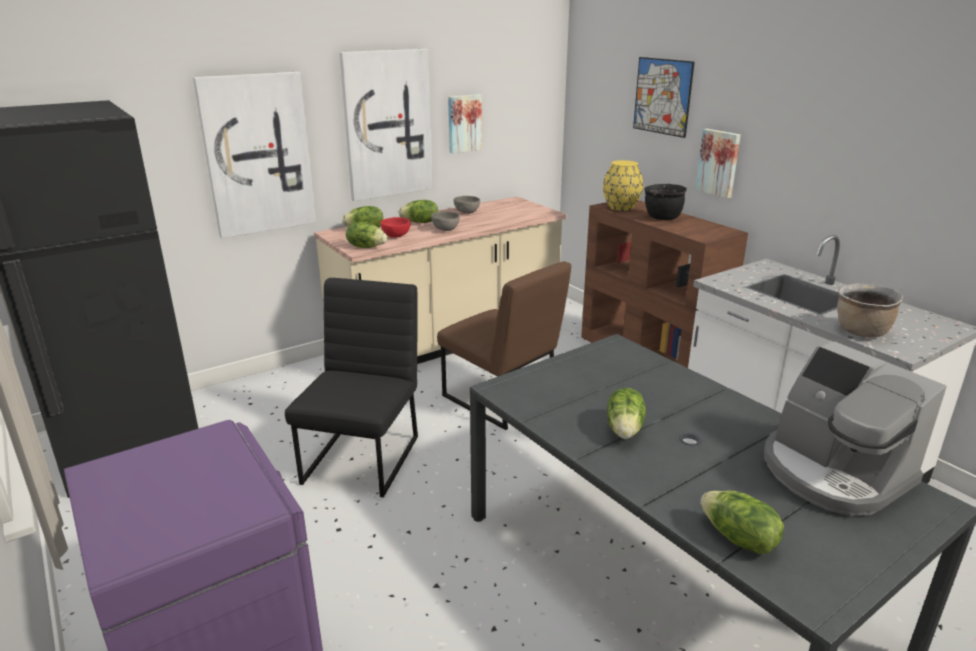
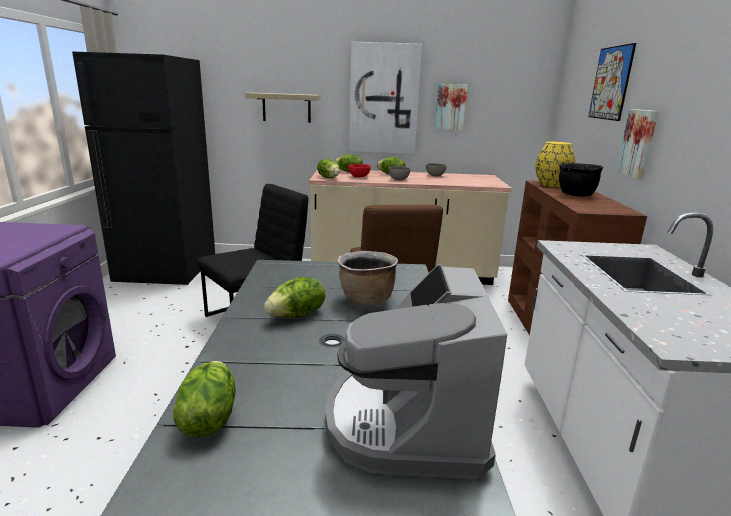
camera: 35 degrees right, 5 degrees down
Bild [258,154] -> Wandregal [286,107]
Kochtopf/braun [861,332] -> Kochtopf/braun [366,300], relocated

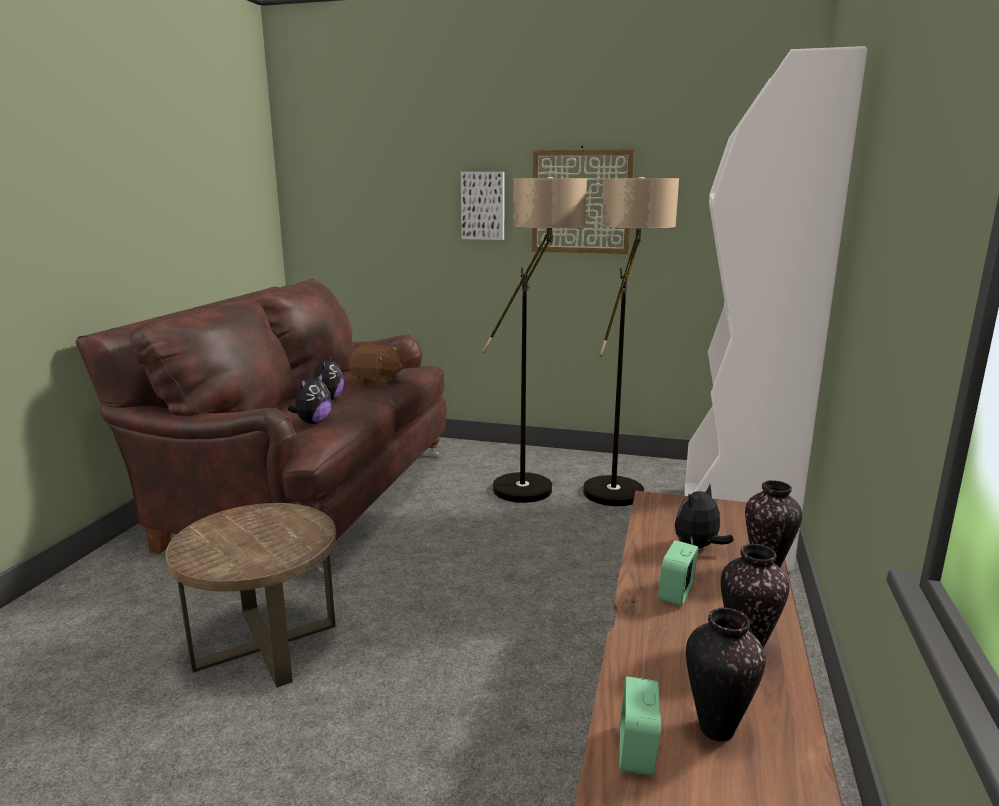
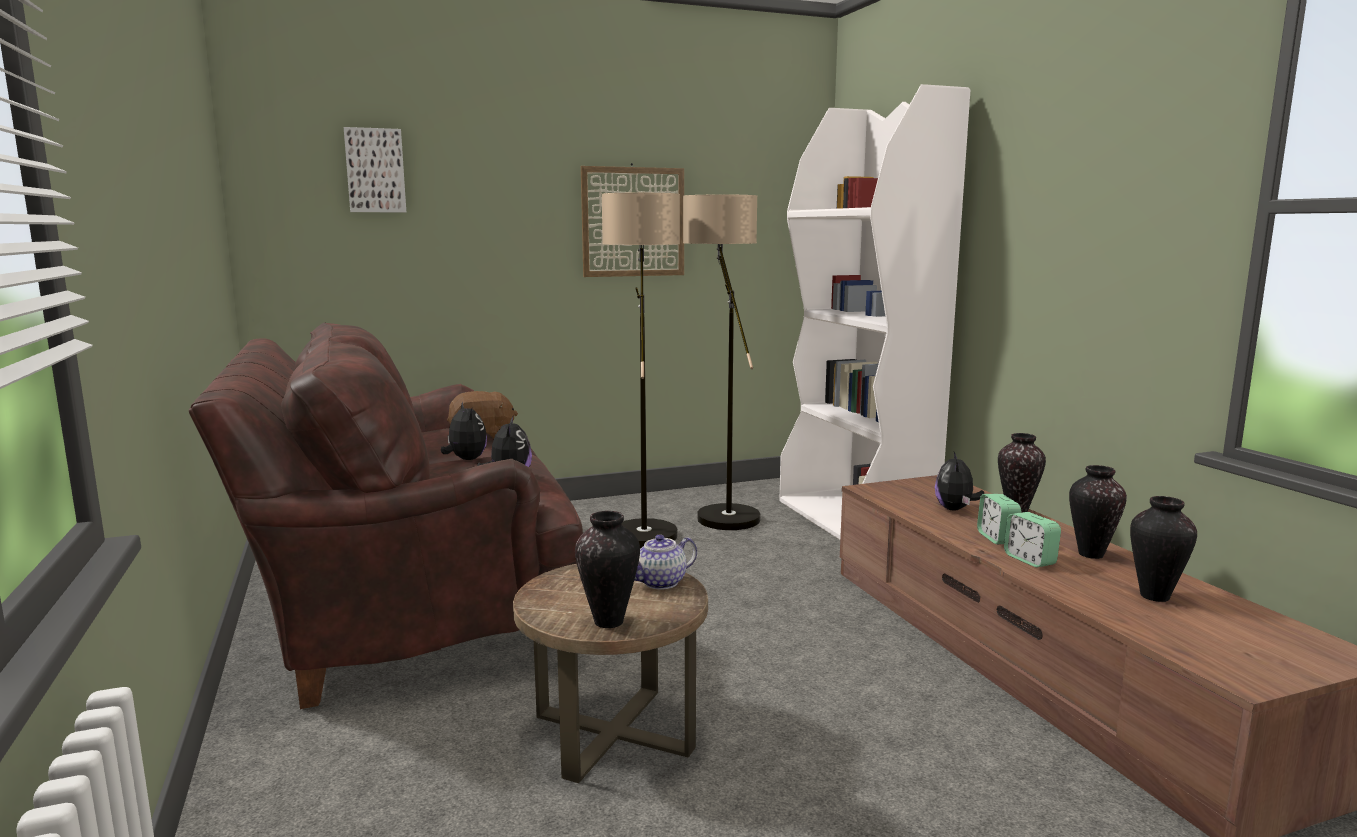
camera: 35 degrees left, 5 degrees down
Bild [483,205] -> Bild [375,171], relocated
Wecker [637,751] -> Wecker [1030,560], relocated
none -> Vase [608,622]
none -> Teekanne [660,583]

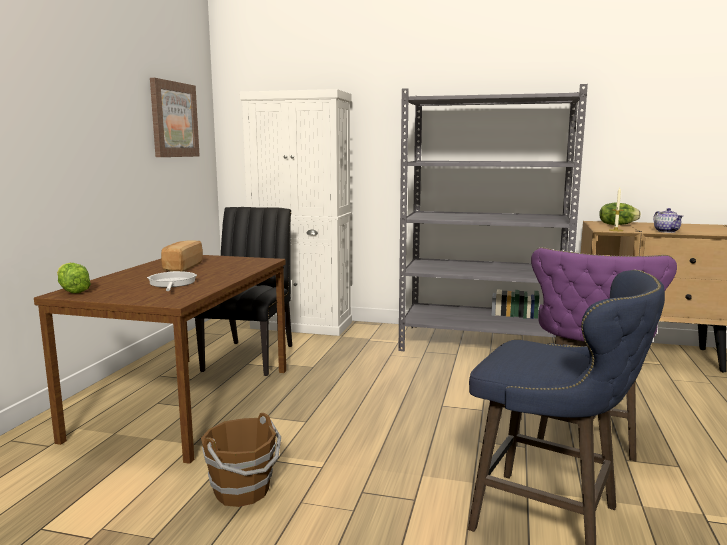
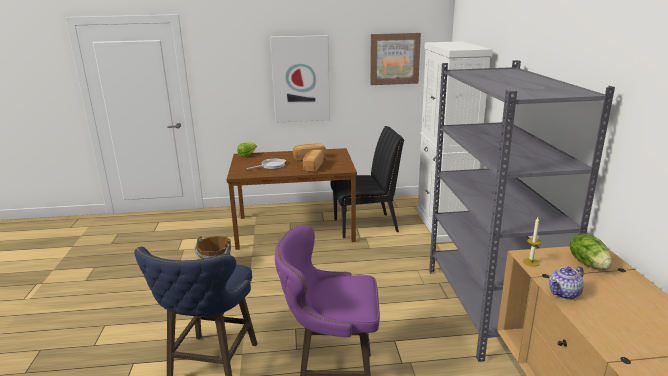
camera: 70 degrees right, 10 degrees up
none -> Bild [301,79]
none -> Brot [312,167]

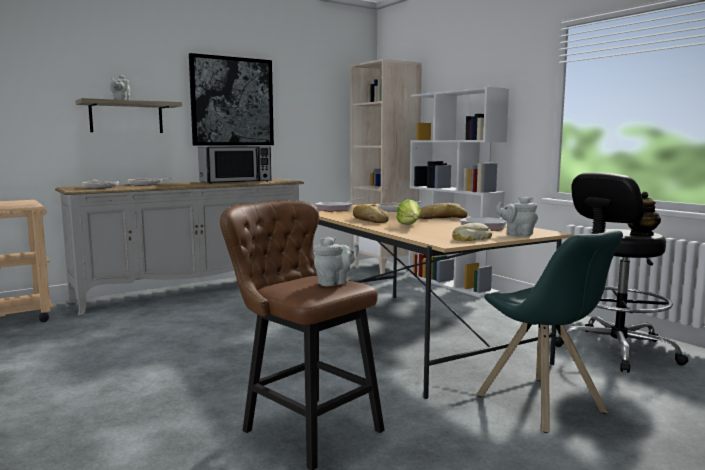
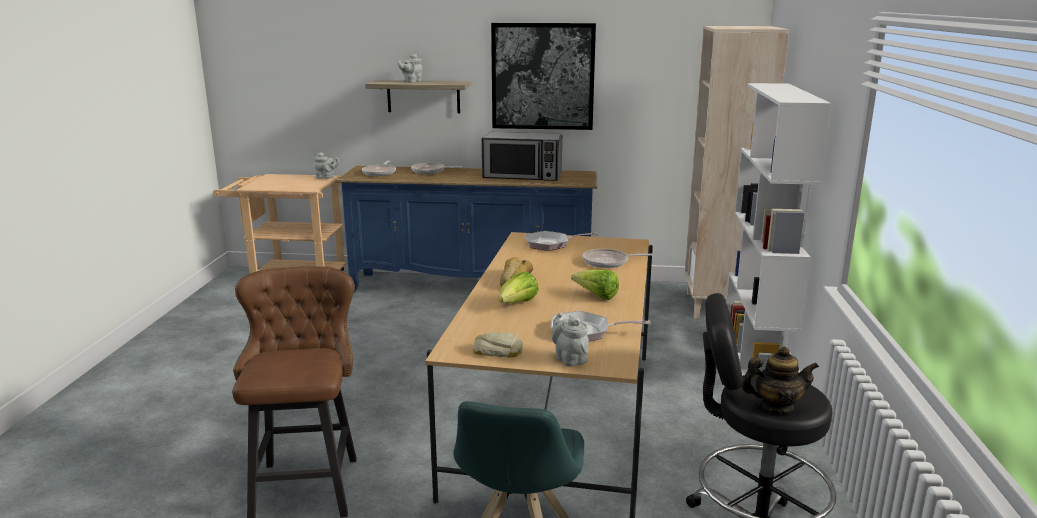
camera: 40 degrees right, 10 degrees up
Schrank/grau [193,291] -> Schrank/blau [471,287]
Brot [441,218] -> Salatkopf [596,296]
Teekanne/grau [335,283] -> Teekanne/grau [326,177], relocated

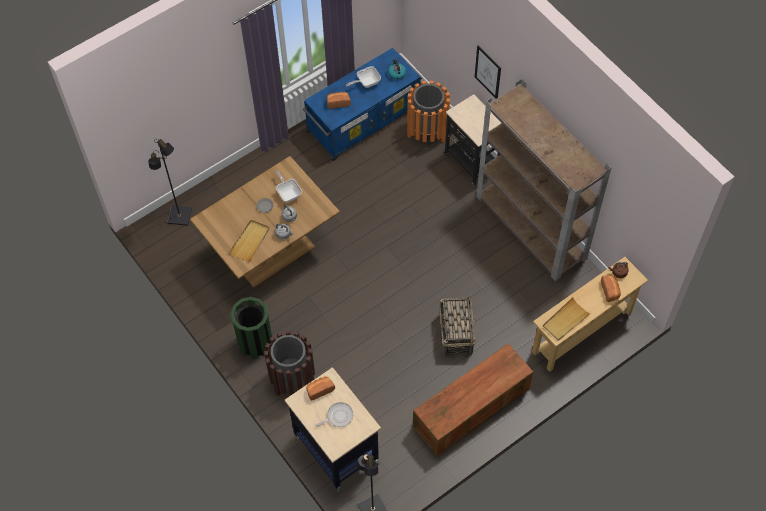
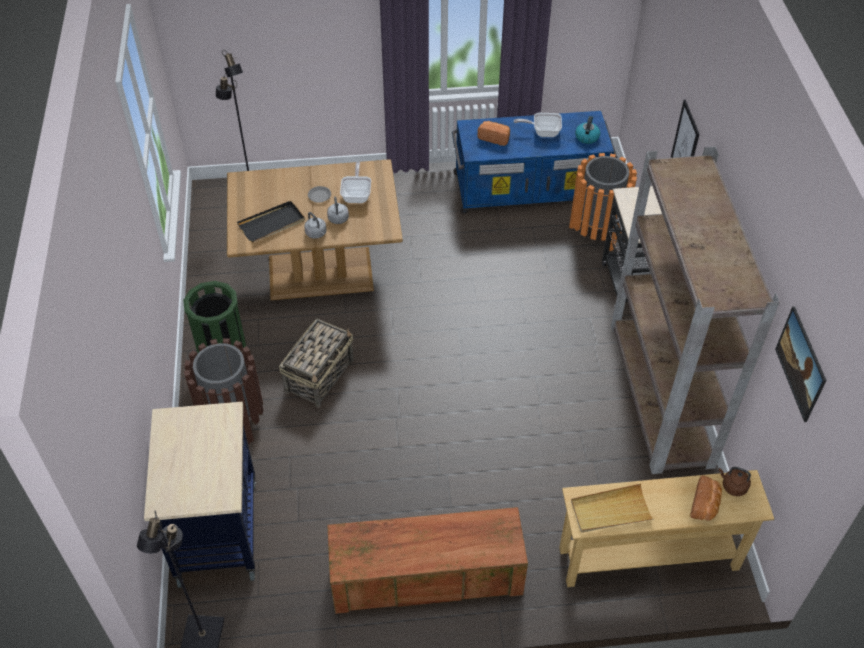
camera: 30 degrees right, 10 degrees down
Tablett/beige [250,241] -> Tablett/schwarz [272,224]
Korb [456,333] -> Korb [320,375], relocated
Brot [319,389] -> none
Pfanne [338,416] -> none
none -> Bild [796,374]

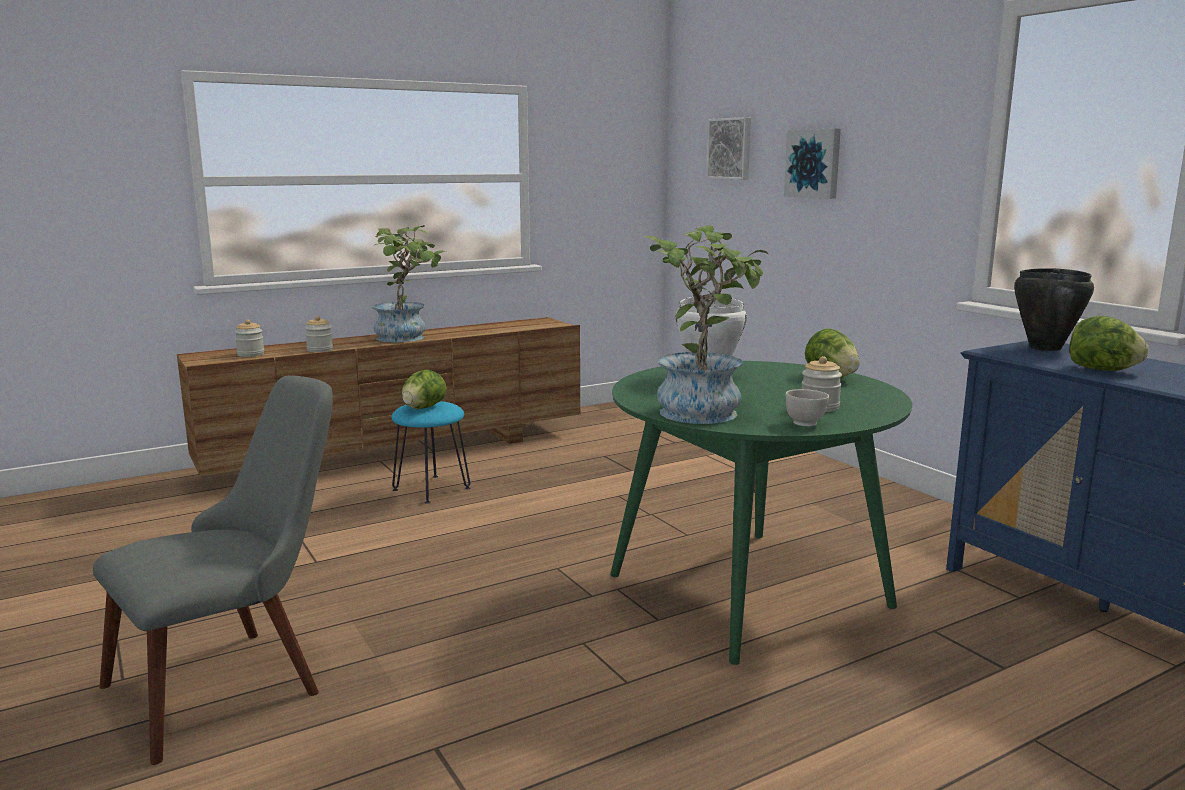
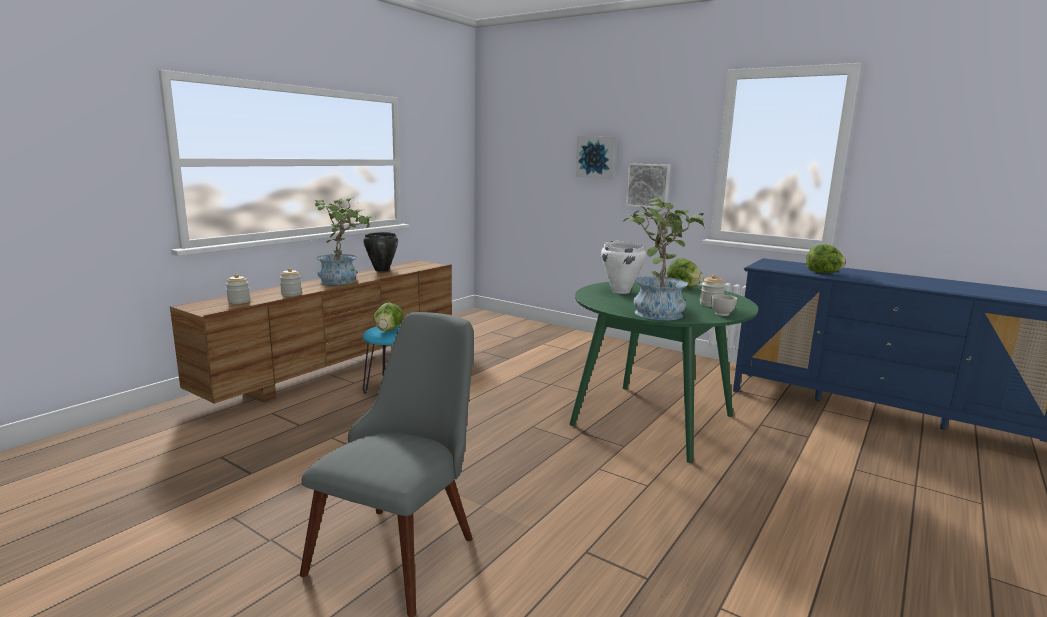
camera: 25 degrees left, 0 degrees up
Bild [730,148] -> Bild [648,185], relocated
Kochtopf/schwarz [1044,348] -> Kochtopf/schwarz [381,270], relocated

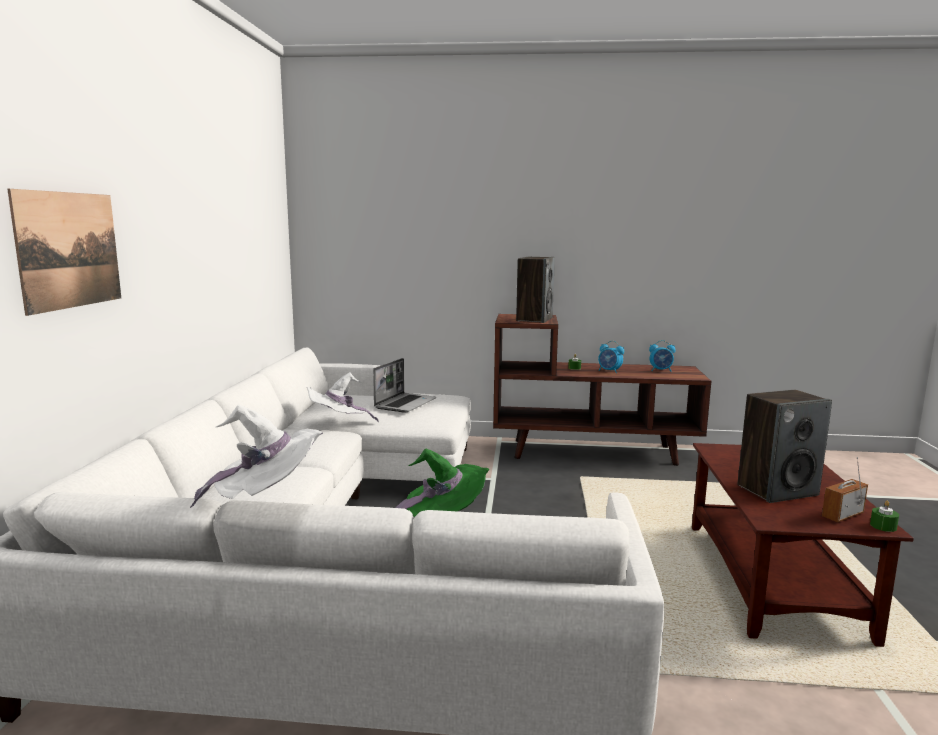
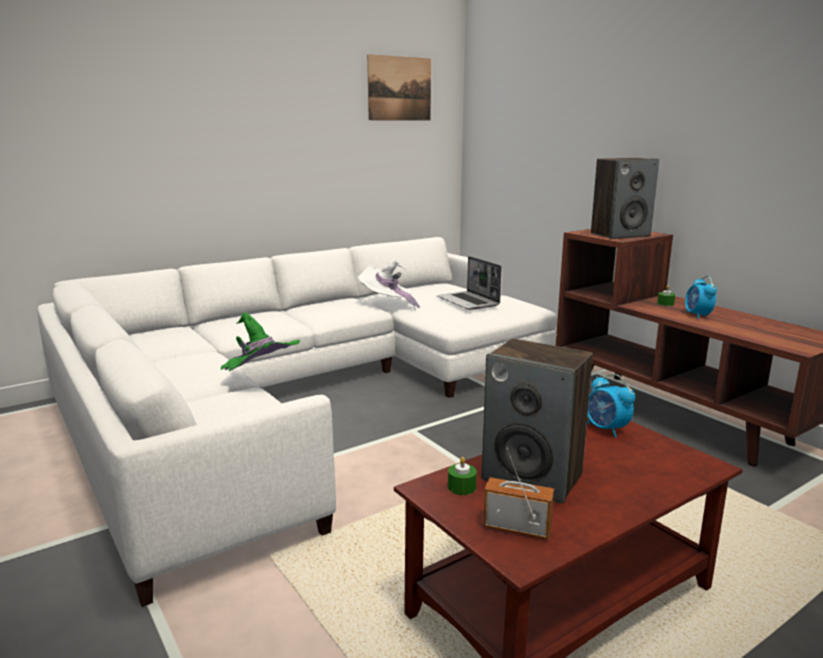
camera: 50 degrees right, 5 degrees up
Bild [70,250] -> Bild [399,88], relocated
Wecker [661,370] -> Wecker [606,429], relocated
Laptop [405,404] -> Laptop [469,302], 75 degrees clockwise
Hut/weiß [269,499] -> none
Kerze/grün [883,526] -> Kerze/grün [461,487], relocated

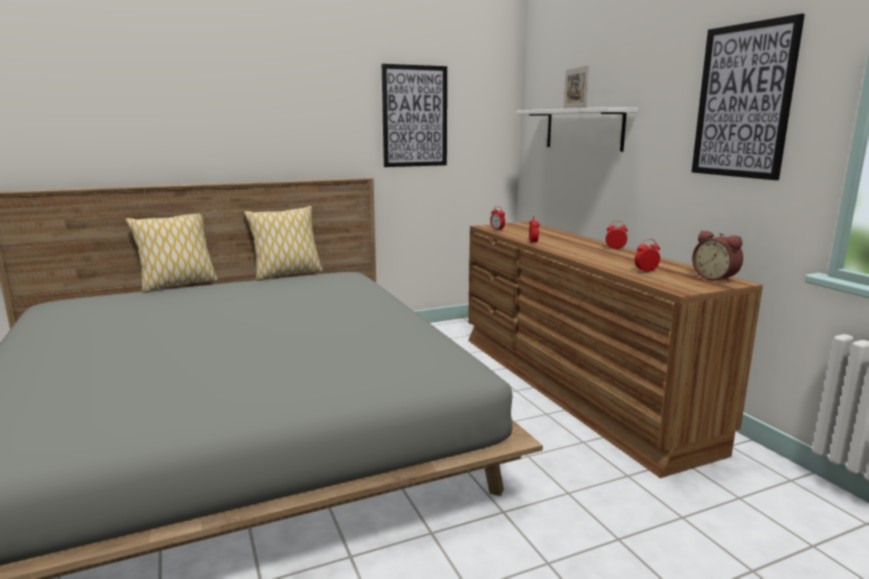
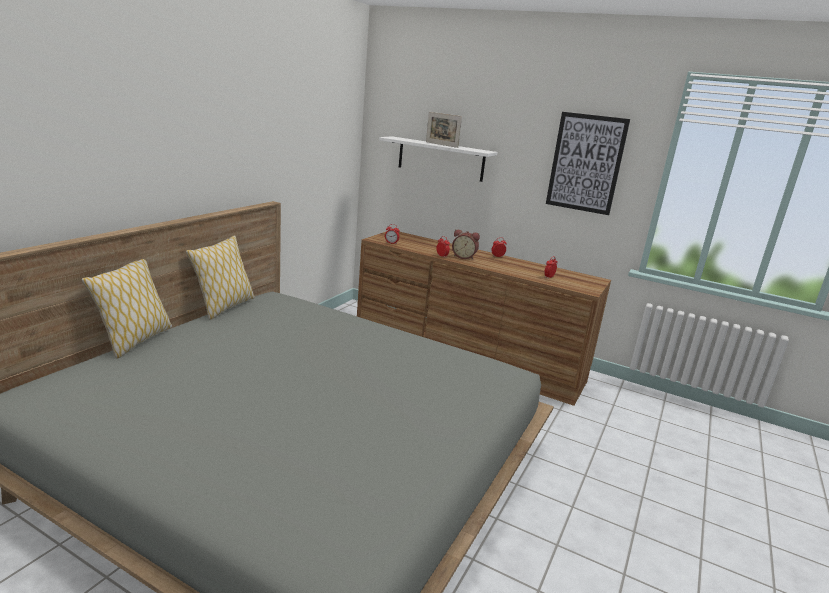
camera: 40 degrees left, 5 degrees up
Bild [415,116] -> none
Wecker [716,278] -> Wecker [464,257], relocated

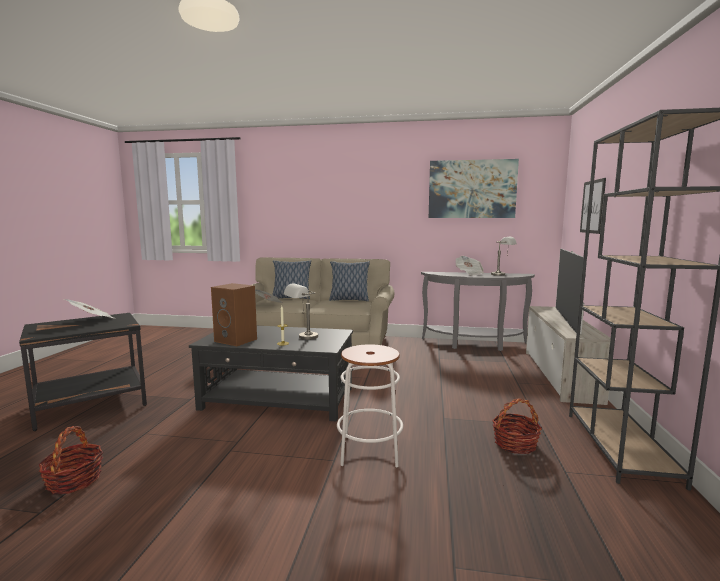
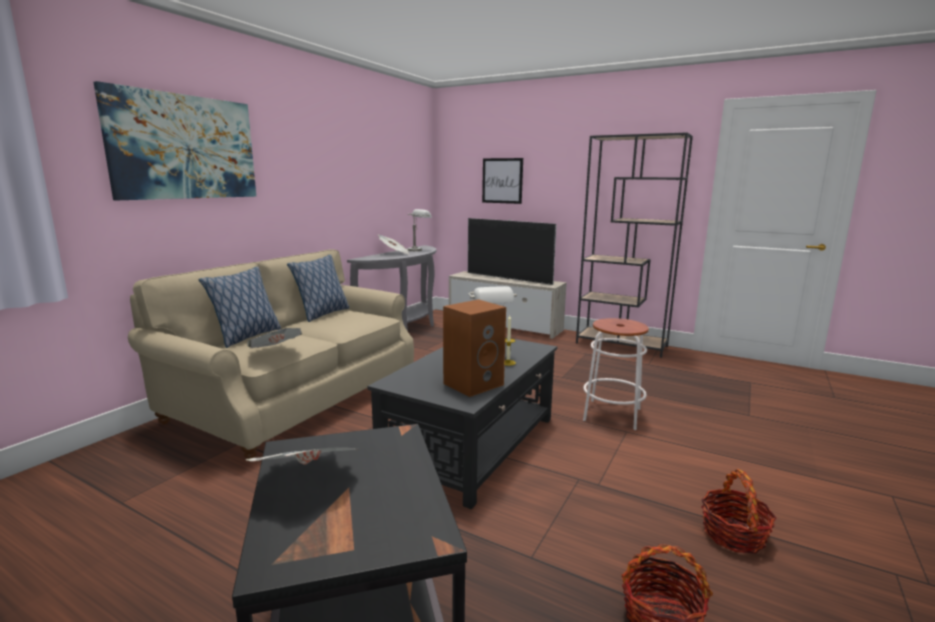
camera: 70 degrees left, 5 degrees up
Bild [472,189] -> Bild [185,147], relocated
Korb [515,444] -> Korb [733,535], relocated

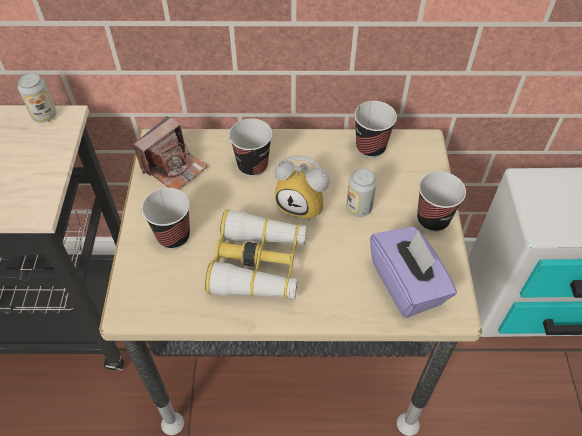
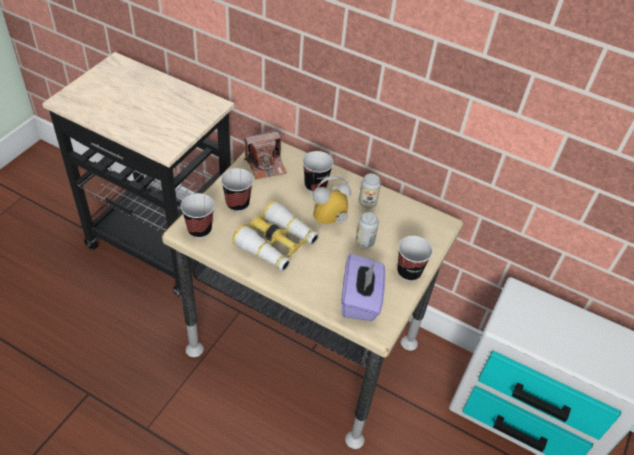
camera: 25 degrees right, 5 degrees down
Dose [44,115] -> Dose [367,203], relocated
Tasse [370,147] -> Tasse [199,229], relocated
Wecker [303,204] -> Wecker [331,223], 105 degrees clockwise

